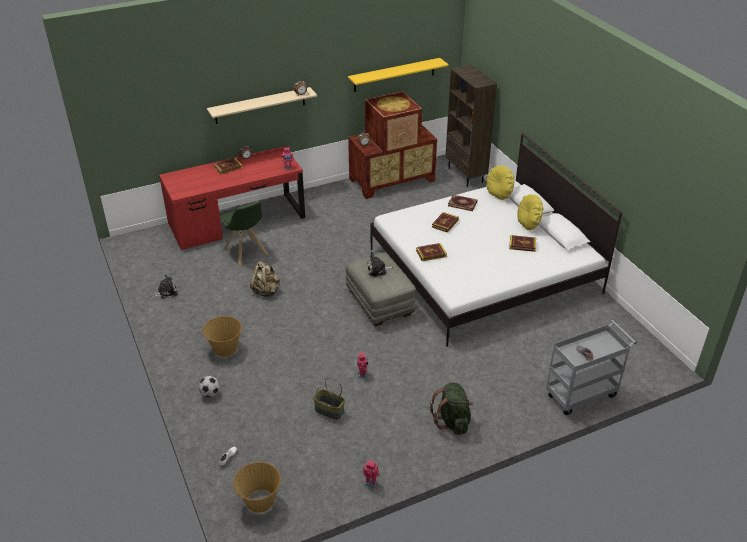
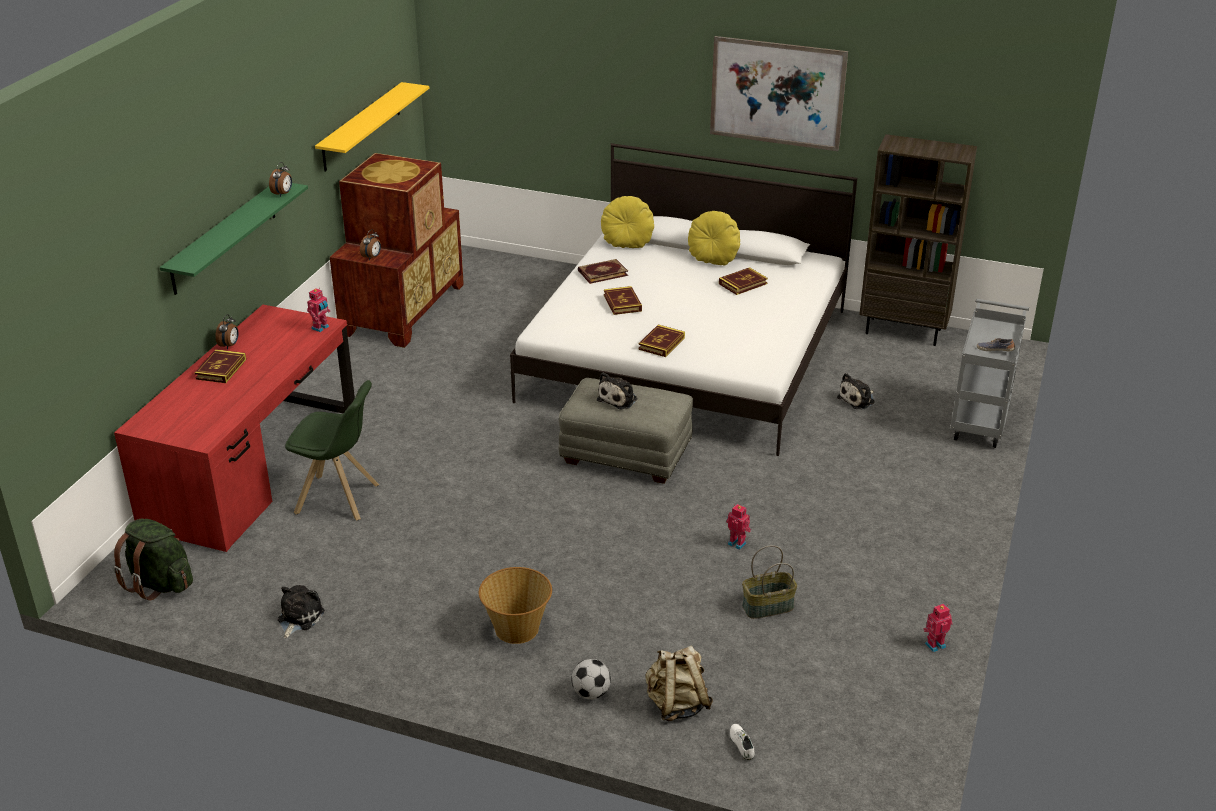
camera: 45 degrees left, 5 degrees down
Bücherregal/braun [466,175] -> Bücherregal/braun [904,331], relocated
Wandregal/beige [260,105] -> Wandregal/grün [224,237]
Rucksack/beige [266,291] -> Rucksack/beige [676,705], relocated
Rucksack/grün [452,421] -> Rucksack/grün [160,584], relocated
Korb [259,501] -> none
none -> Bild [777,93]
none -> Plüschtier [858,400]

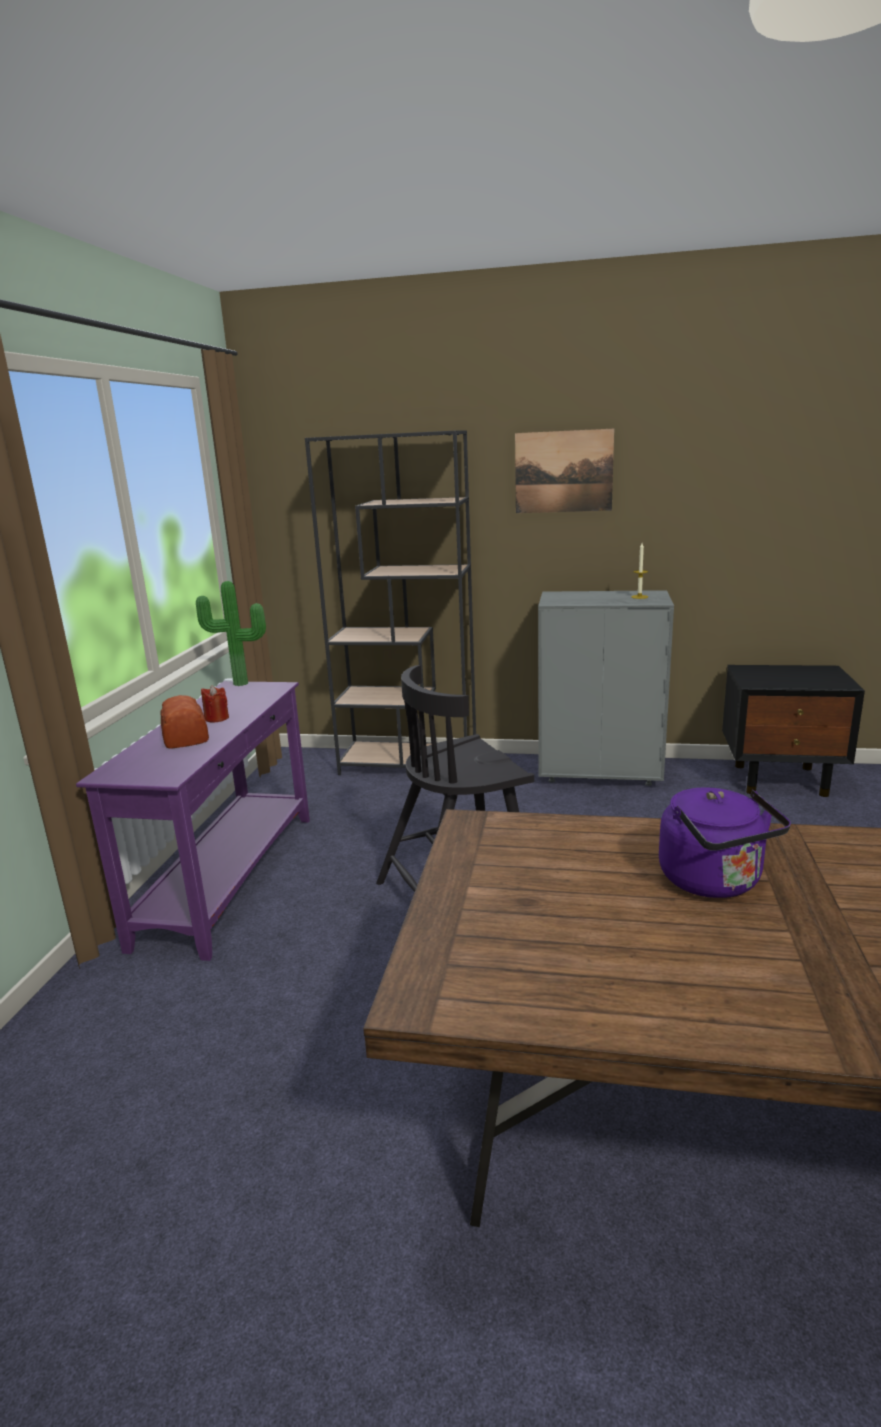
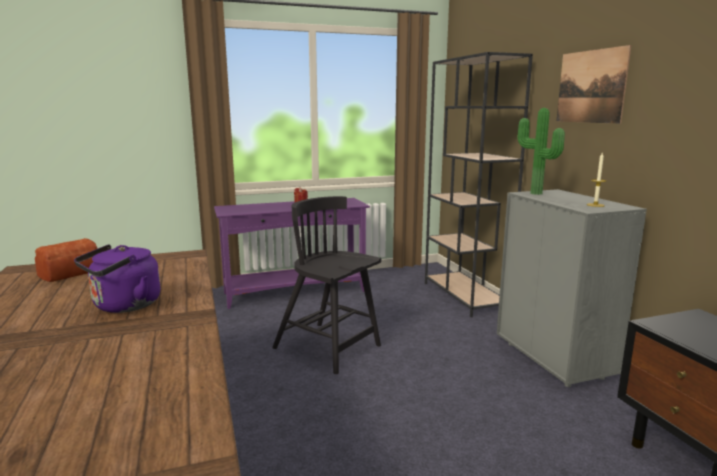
camera: 60 degrees right, 5 degrees down
Topfpflanze [240,684] -> Topfpflanze [535,193], relocated
Brot [184,737] -> Brot [69,273], relocated

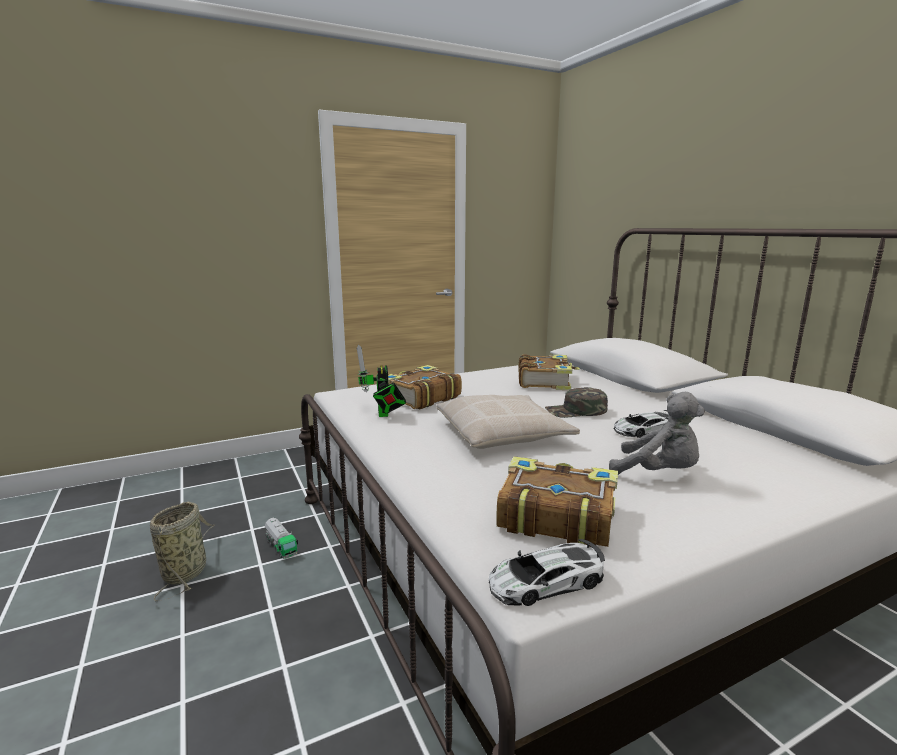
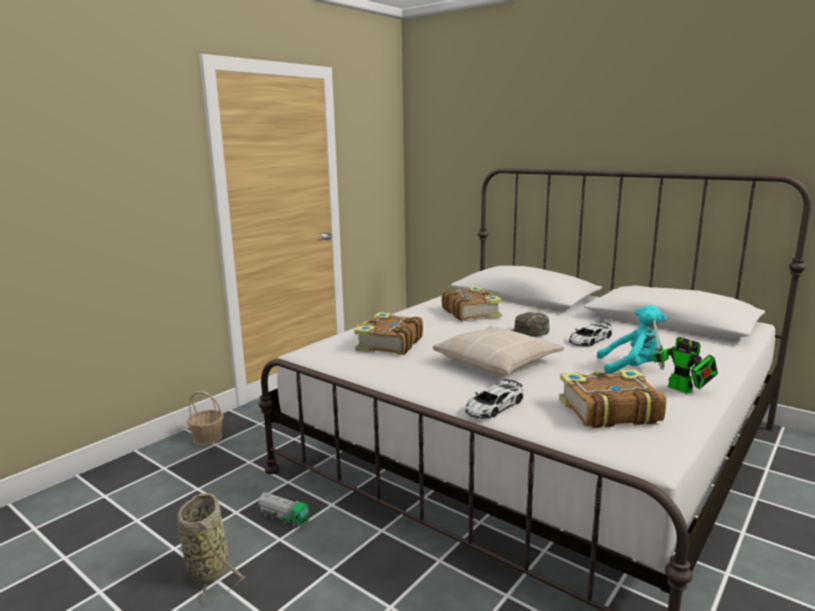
camera: 25 degrees left, 0 degrees up
Spielzeugroboter [383,414] -> Spielzeugroboter [683,390], relocated
Plüschtier/grau [658,473] -> Plüschtier/türkis [632,368]
Spielzeugauto [545,582] -> Spielzeugauto [494,406], relocated
none -> Korb [207,438]

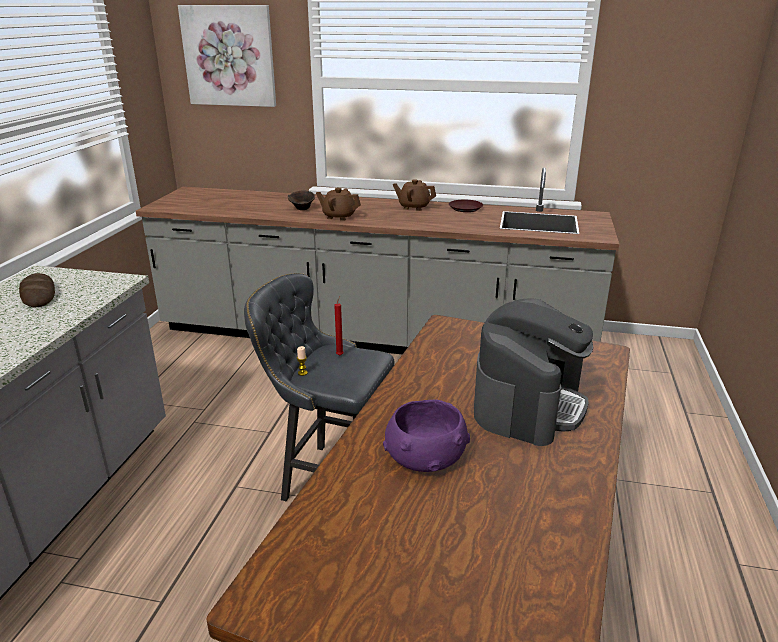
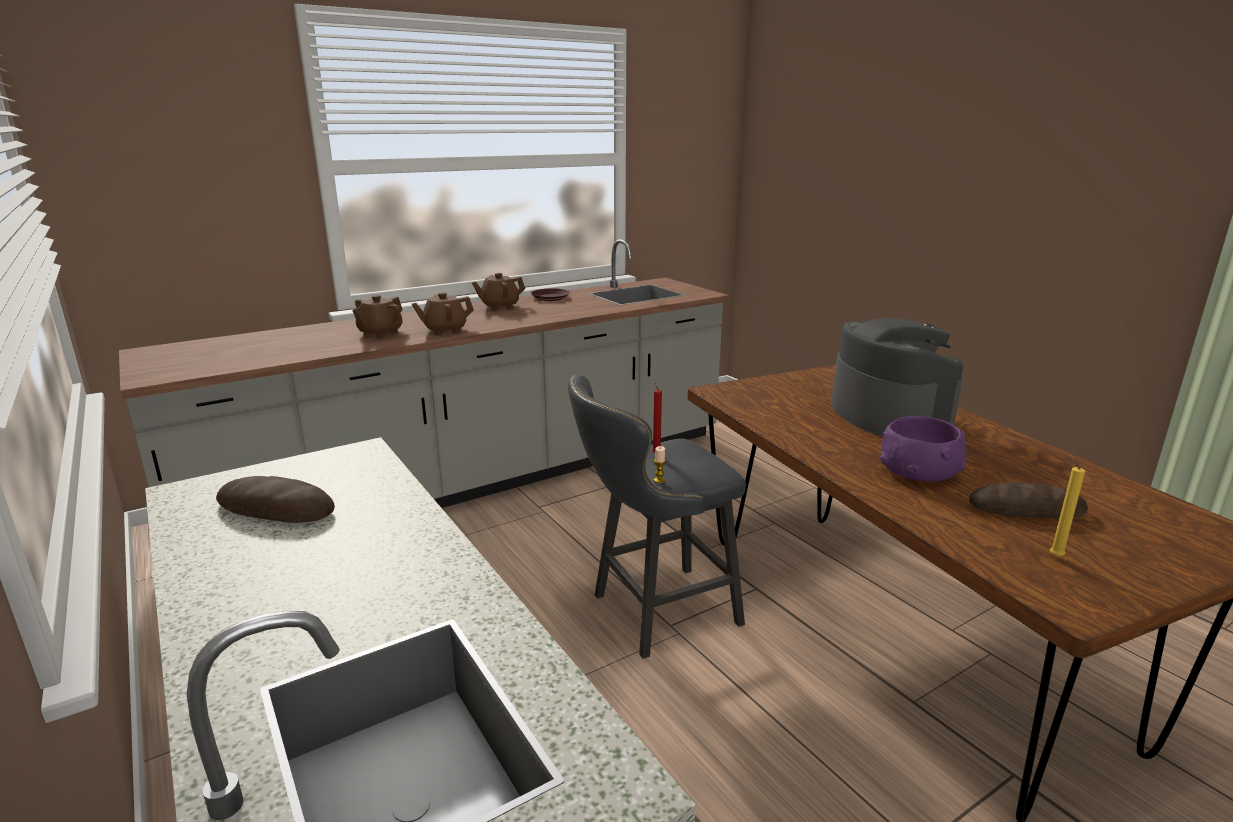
camera: 45 degrees left, 5 degrees down
Bild [229,56] -> none
Schüssel/braun [302,209] -> Teekanne/braun [380,333]
none -> Kerze/gelb [1053,555]
none -> Brot [1026,509]

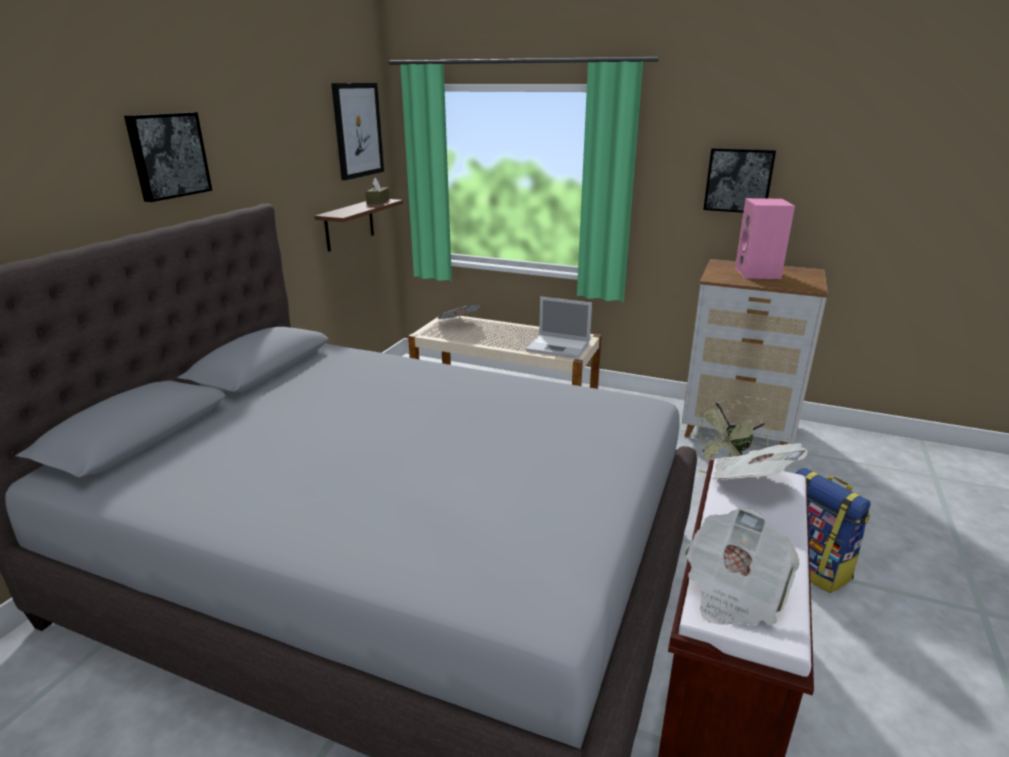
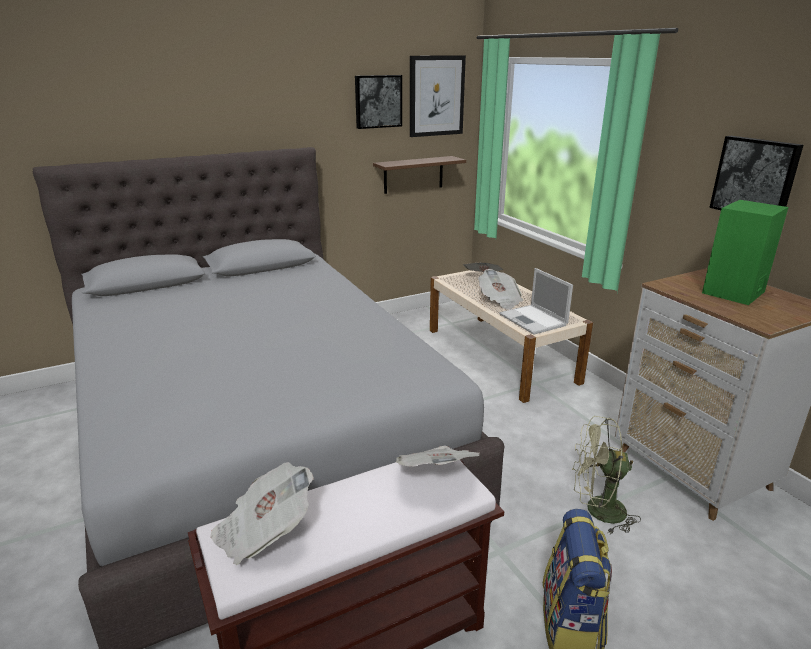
camera: 40 degrees right, 0 degrees up
Bild [167,155] -> Bild [378,101], relocated
Taschentuchbox/braun [378,201] -> none
Lautsprecher/rosa [758,273] -> Lautsprecher/grün [734,293]
none -> Zeitung [500,301]

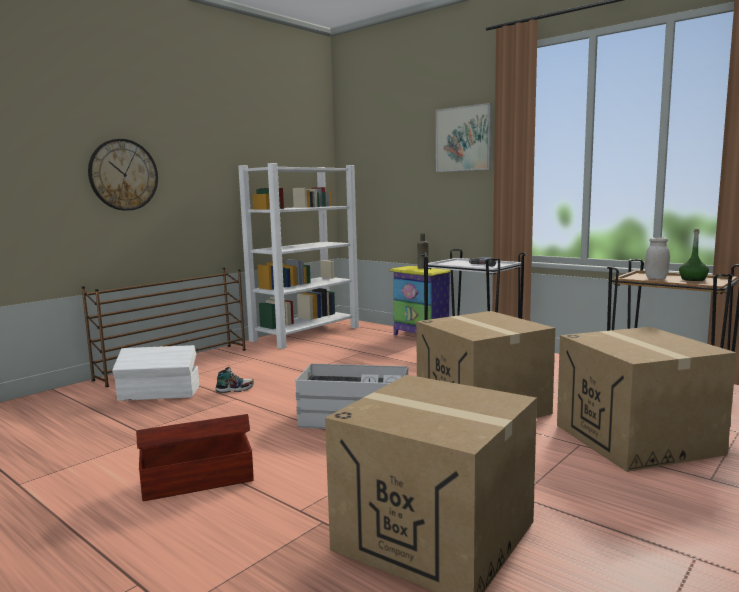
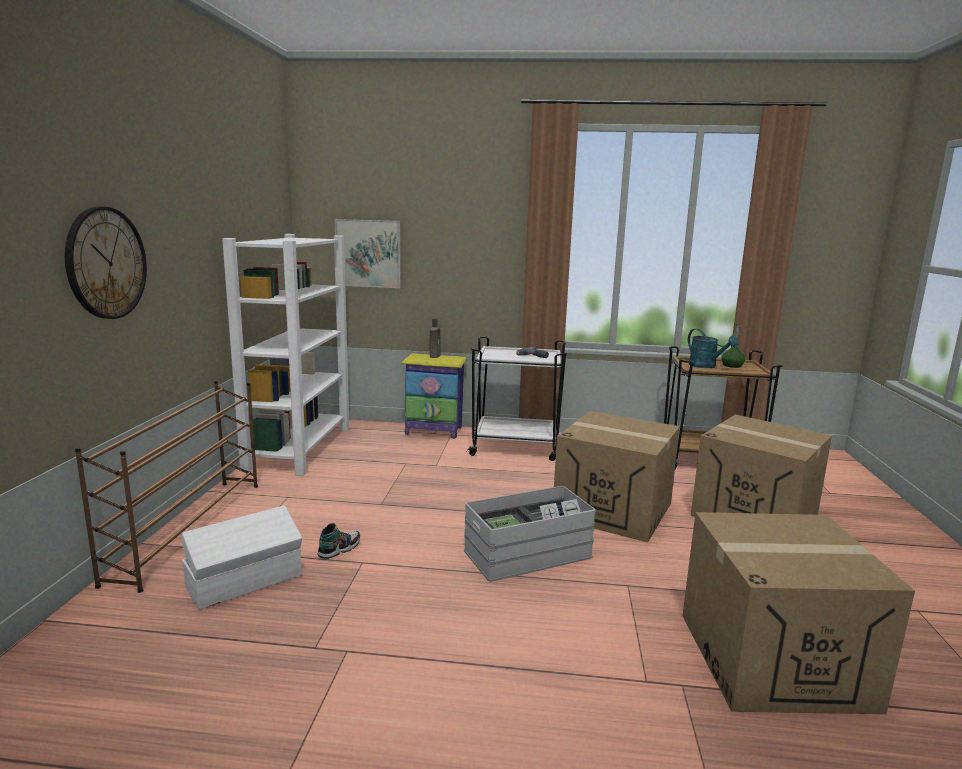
camera: 35 degrees left, 5 degrees up
Bild [463,139] -> Bild [368,253], relocated
Vorratsglas/weiß [656,278] -> Gießkanne/türkis [706,366]
Aufbewahrungsbox/braun [196,479] -> none

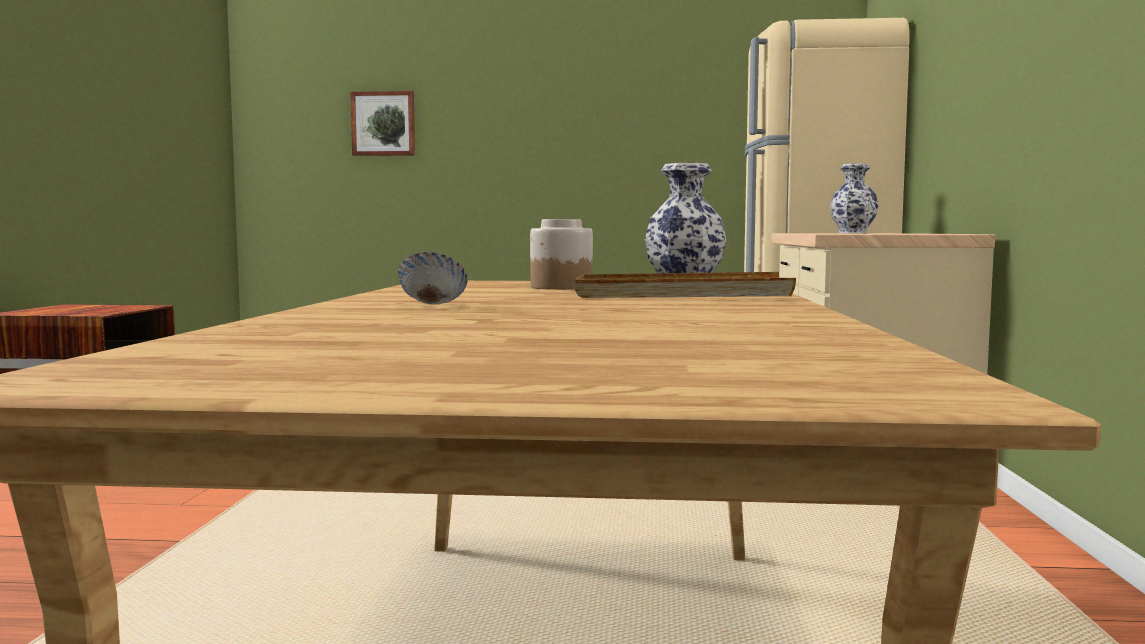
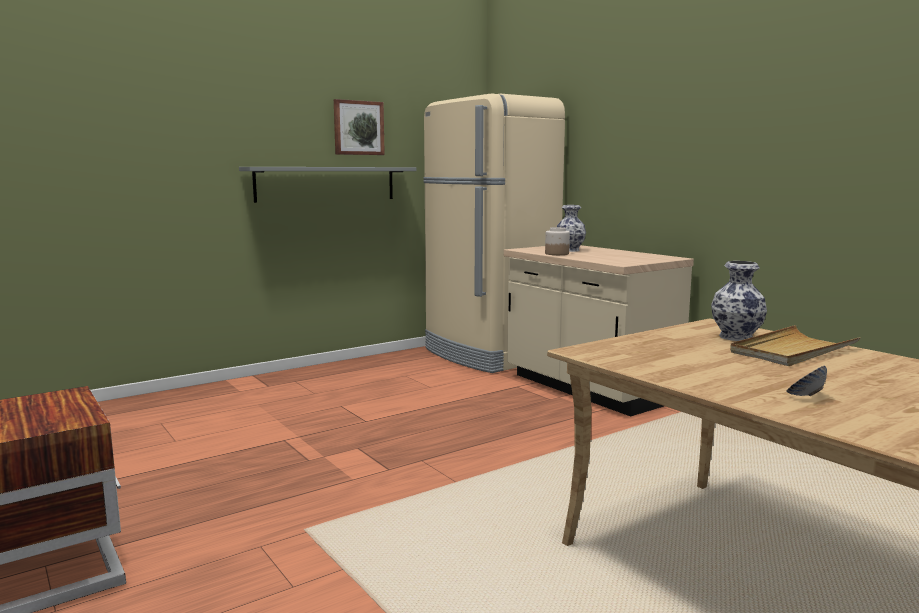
camera: 40 degrees left, 5 degrees up
Bild [383,124] -> Bild [358,128], relocated
Vorratsglas [560,287] -> Vorratsglas [556,254], relocated
none -> Wandregal/grau [326,183]

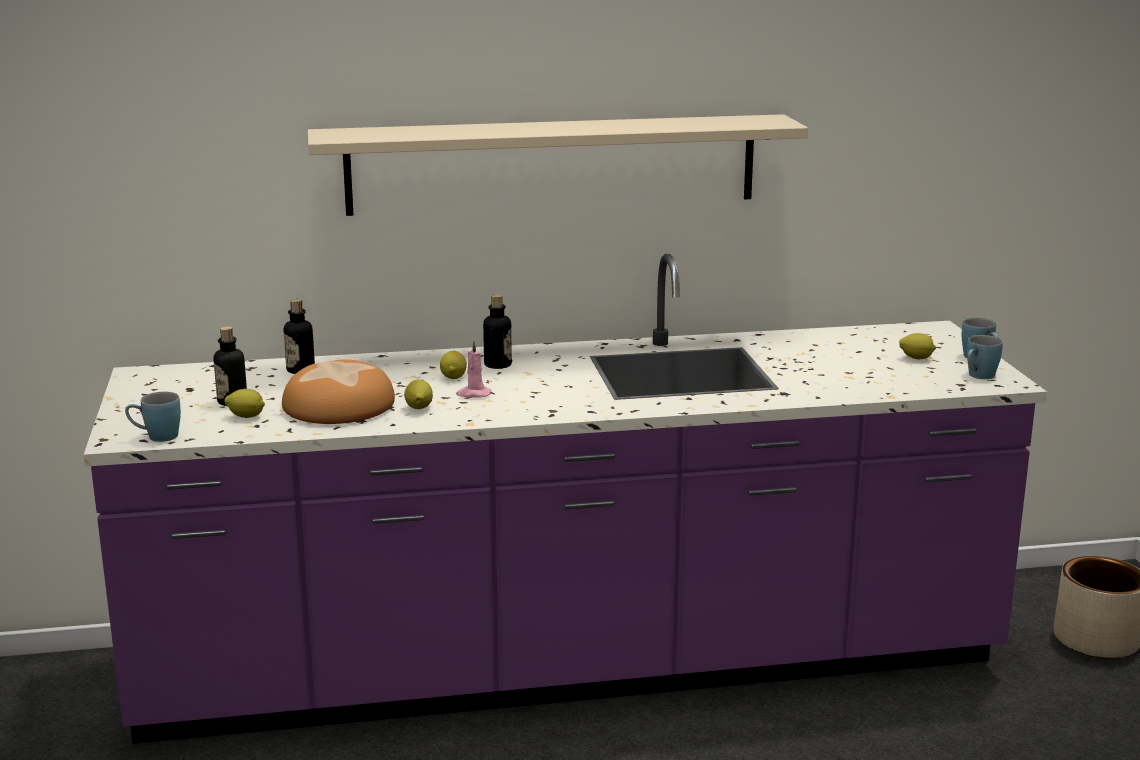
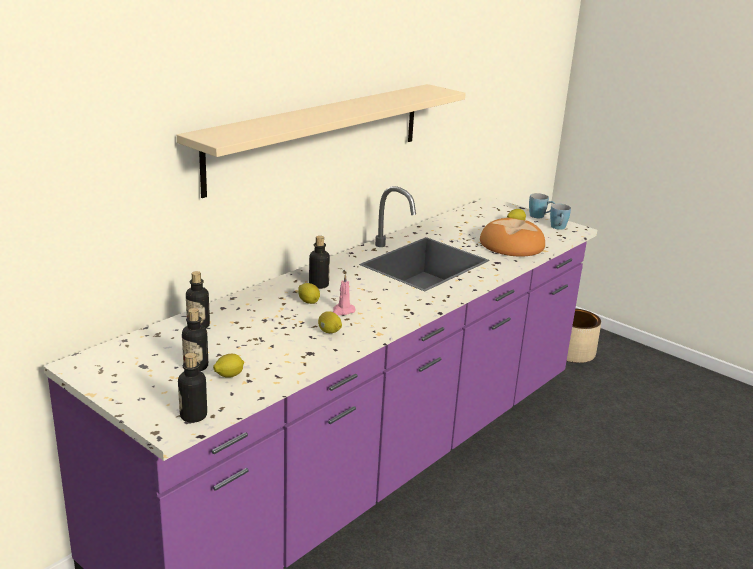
camera: 40 degrees left, 5 degrees up
Brot [338,405] -> Brot [511,244], relocated
Henkelbecher/blau [155,437] -> Flasche [193,416]

